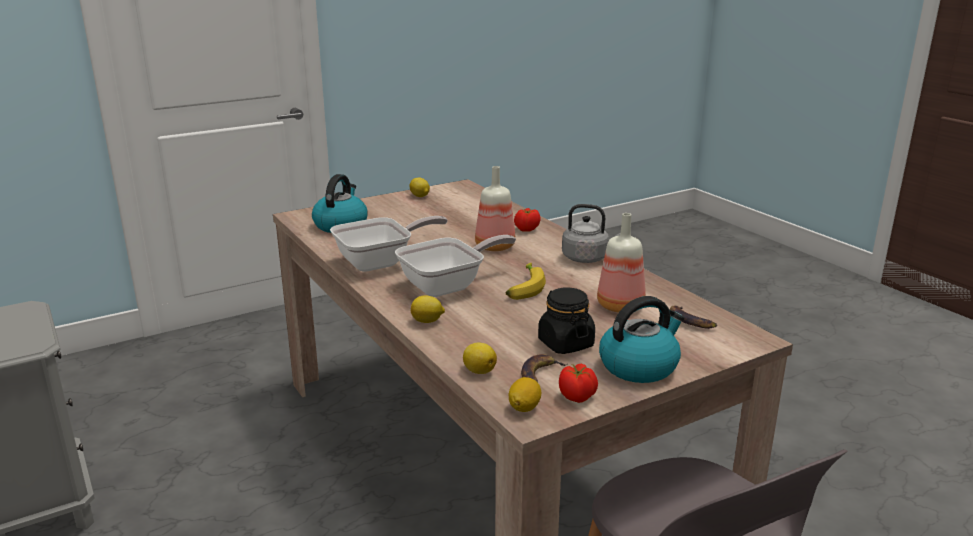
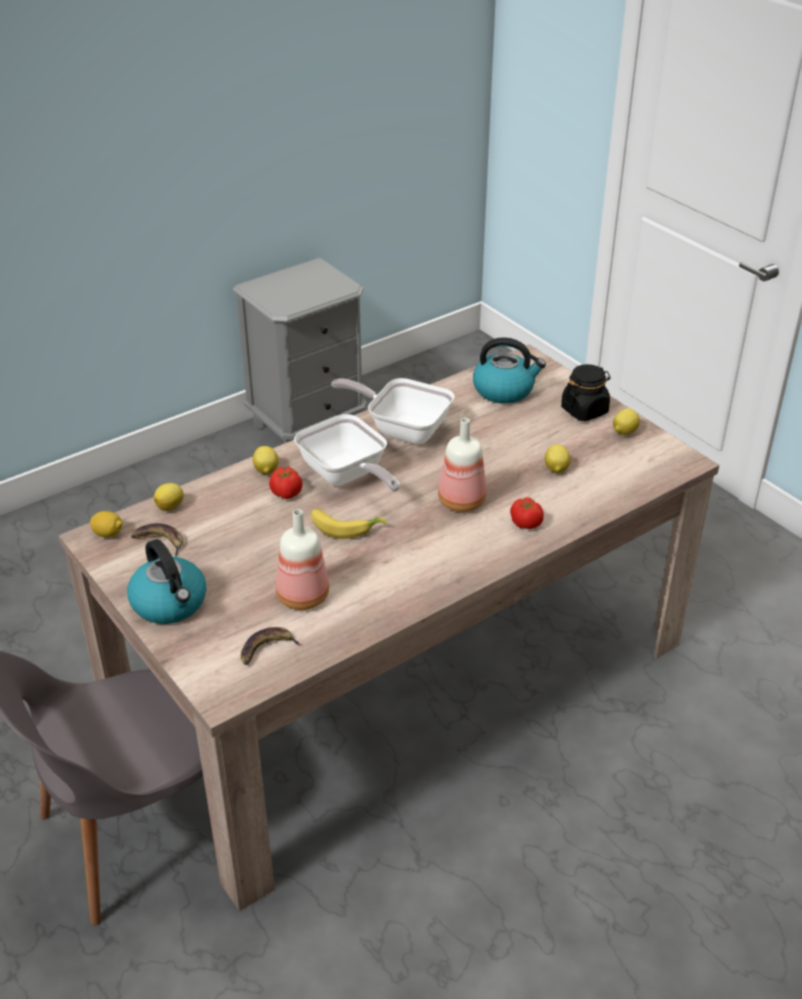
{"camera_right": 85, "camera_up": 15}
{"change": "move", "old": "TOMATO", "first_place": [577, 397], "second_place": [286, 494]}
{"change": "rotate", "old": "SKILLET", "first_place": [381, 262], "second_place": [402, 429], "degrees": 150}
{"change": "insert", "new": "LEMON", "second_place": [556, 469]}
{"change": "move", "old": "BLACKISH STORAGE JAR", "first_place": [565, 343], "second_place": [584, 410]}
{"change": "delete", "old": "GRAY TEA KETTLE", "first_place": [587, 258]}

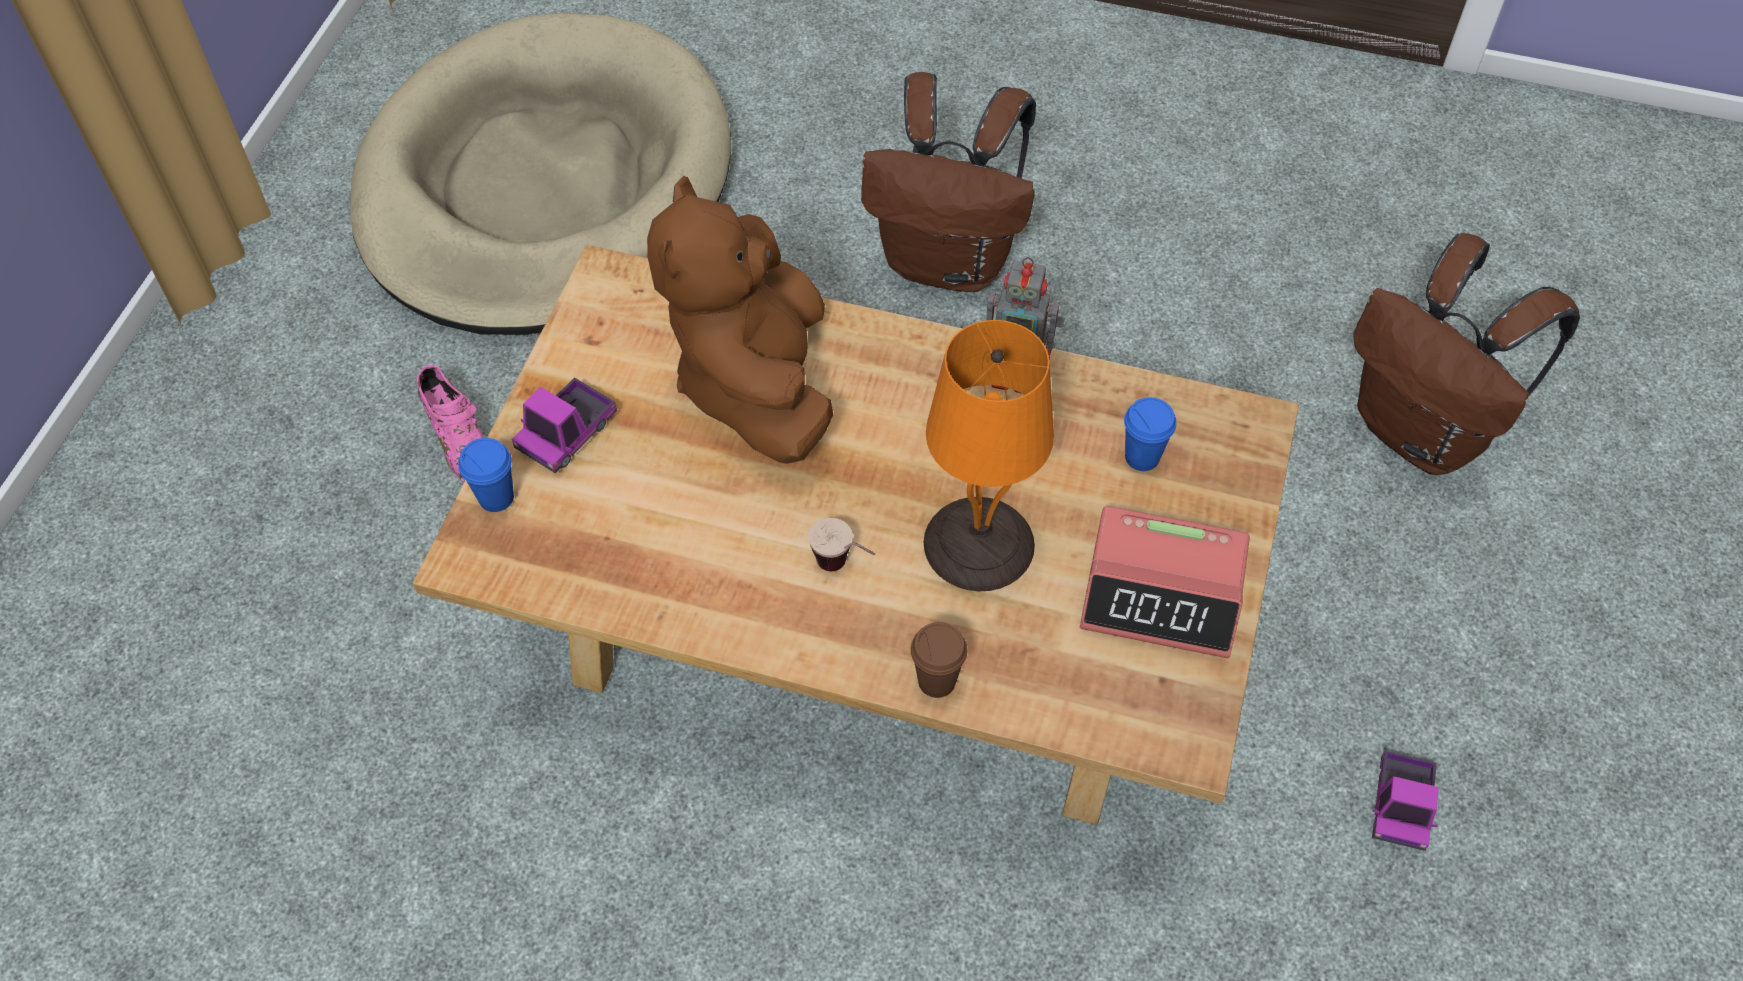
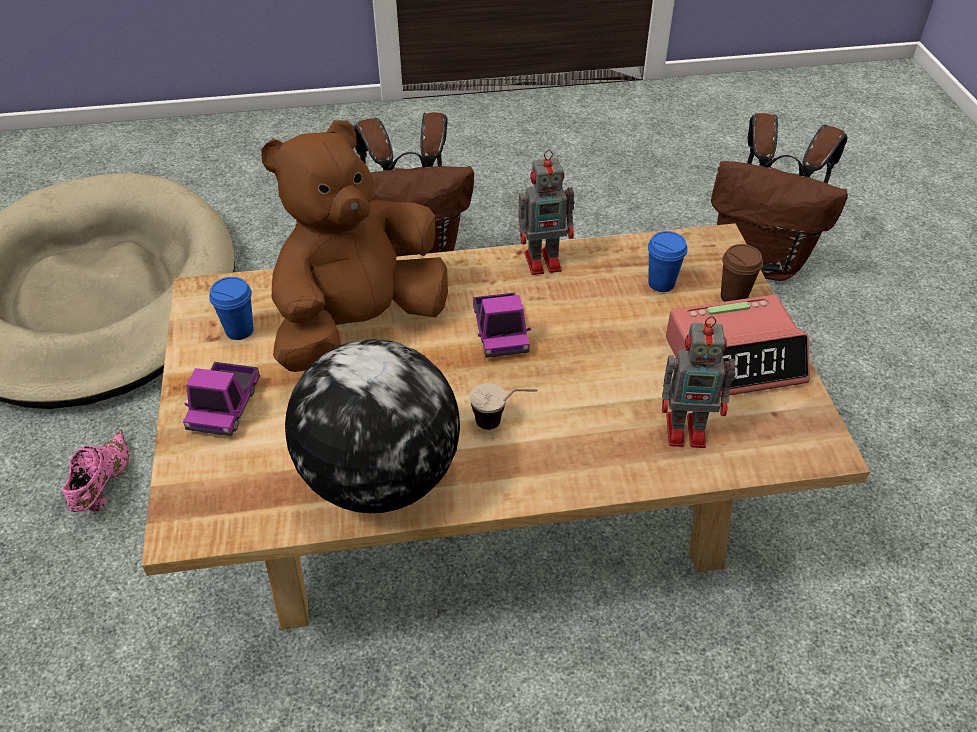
{"camera_right": -25, "camera_up": -10}
{"change": "rotate", "old": "PINKISH LOW SHOE", "first_place": [460, 442], "second_place": [102, 486], "degrees": -120}
{"change": "move", "old": "BLUISH SMALL CUP", "first_place": [496, 497], "second_place": [239, 330]}
{"change": "rotate", "old": "BROWN CUDDLY TOY", "first_place": [756, 383], "second_place": [359, 325], "degrees": 75}
{"change": "insert", "new": "GLOBE", "second_place": [379, 478]}
{"change": "move", "old": "TOY TRUCK", "first_place": [1400, 806], "second_place": [500, 333]}
{"change": "insert", "new": "ROBOT FIGURE", "second_place": [688, 430]}
{"change": "move", "old": "BROWN SMALL CUP", "first_place": [936, 681], "second_place": [733, 297]}
{"change": "delete", "old": "ORANGE TABLE LAMP", "first_place": [978, 545]}

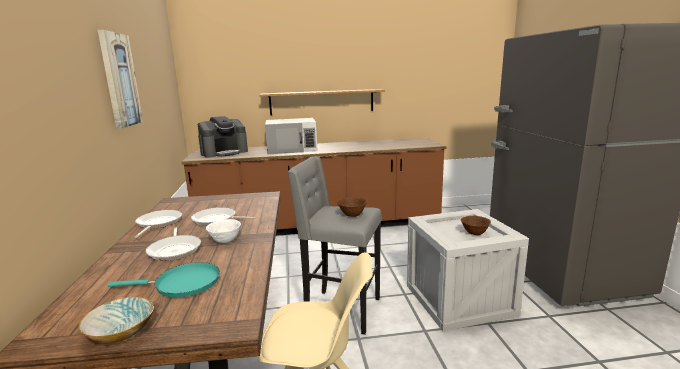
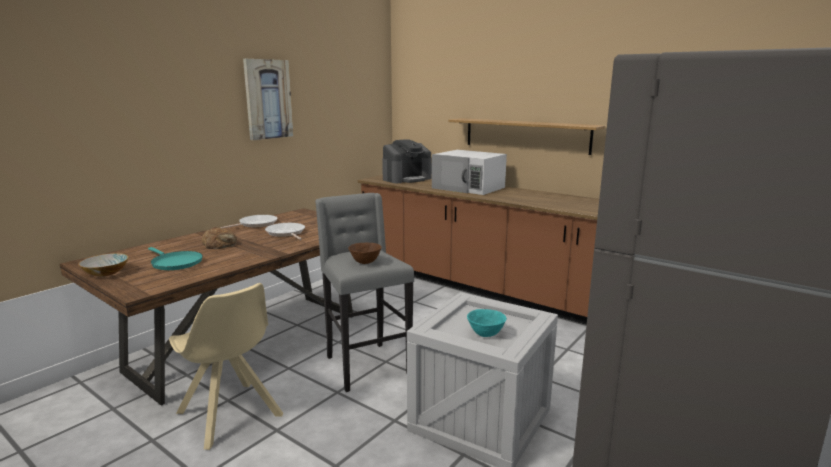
{"camera_right": 45, "camera_up": 0}
{"change": "replace", "old": "SKILLET", "new": "BREAD", "first_place": [175, 250], "second_place": [220, 243]}
{"change": "rotate", "old": "COFFEE BREWER", "first_place": [224, 152], "second_place": [407, 179], "degrees": -45}
{"change": "recolor", "old": "BROWN BOWL", "new": "TURQUOISE BOWL", "first_place": [474, 233], "second_place": [485, 334]}
{"change": "delete", "old": "WHITISH BOWL", "first_place": [225, 241]}

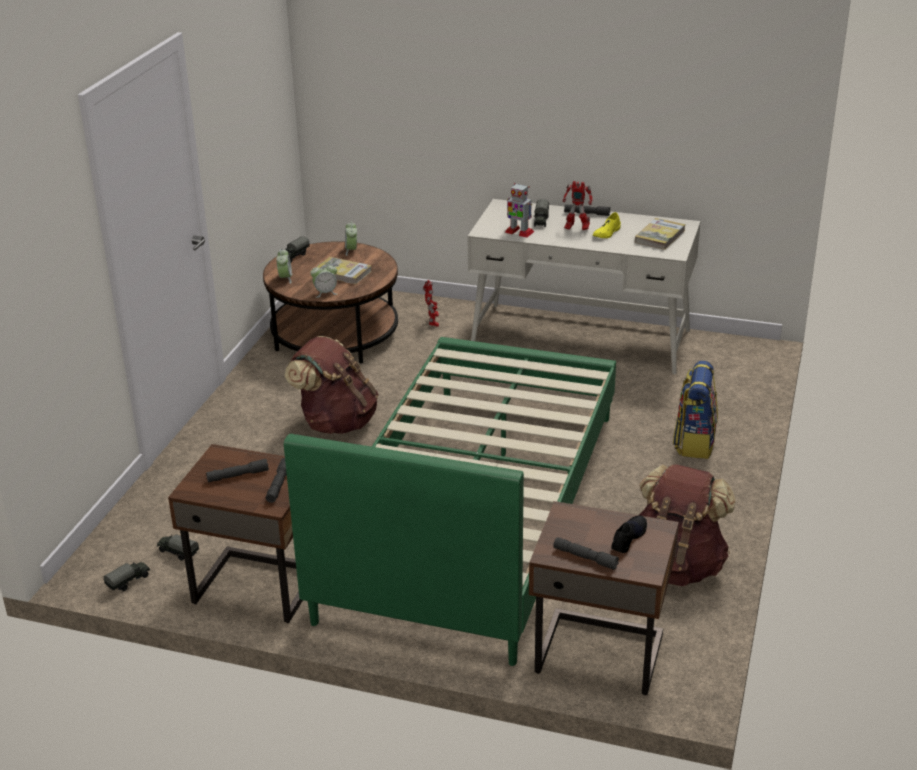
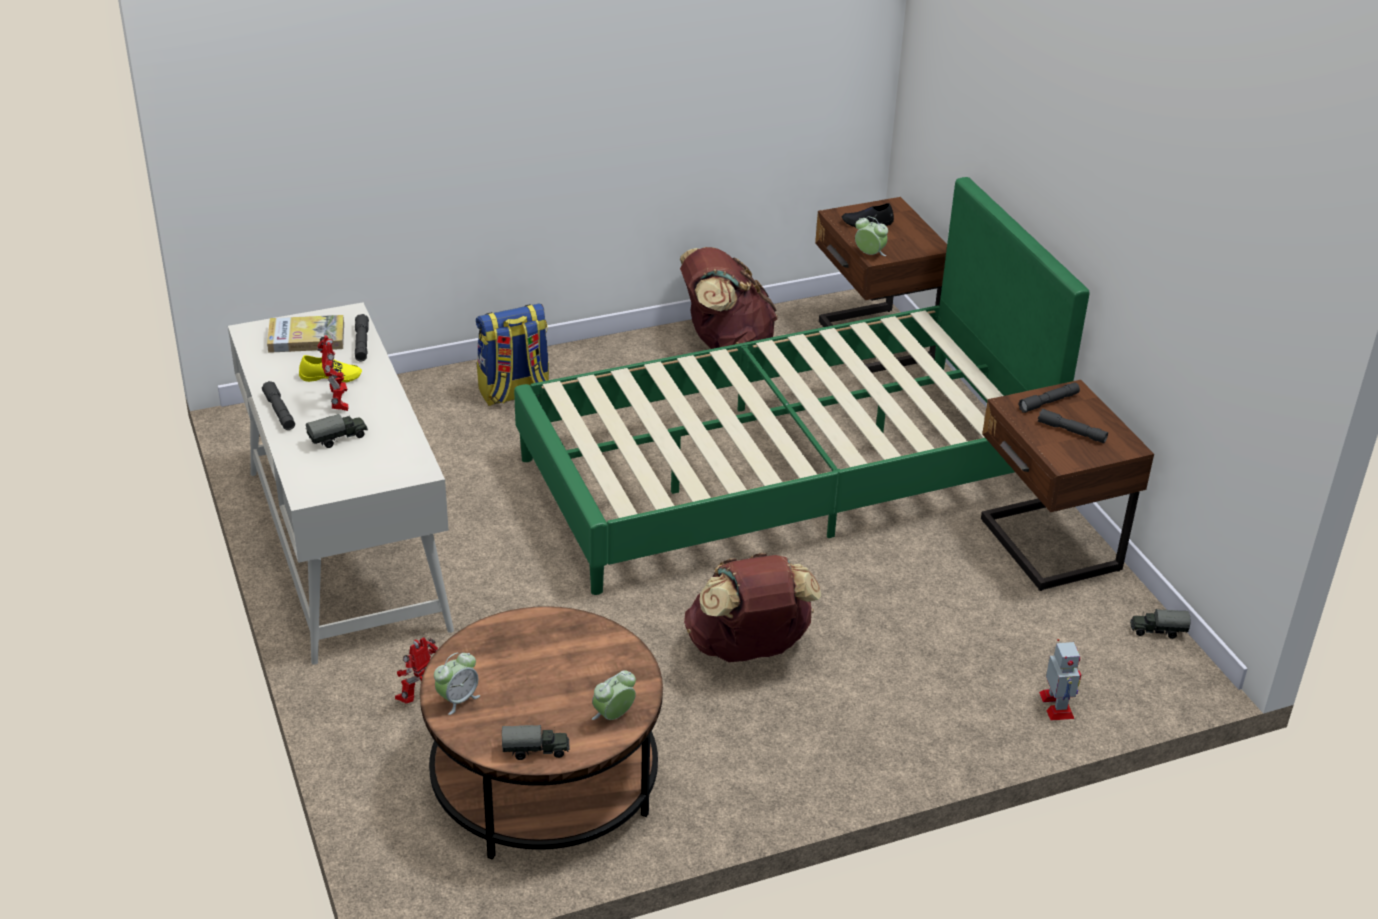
{"camera_right": -130, "camera_up": 5}
{"change": "move", "old": "GRAY HAND TORCH", "first_place": [585, 558], "second_place": [362, 343]}
{"change": "move", "old": "BEDSIDE CLOCK", "first_place": [325, 293], "second_place": [869, 254]}
{"change": "move", "old": "ROBOT FIGURE", "first_place": [519, 232], "second_place": [1057, 705]}
{"change": "delete", "old": "TOY TRUCK", "first_place": [178, 553]}
{"change": "delete", "old": "BOOK", "first_place": [343, 273]}

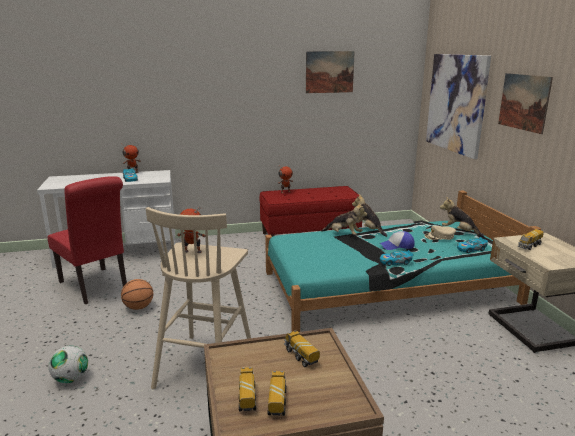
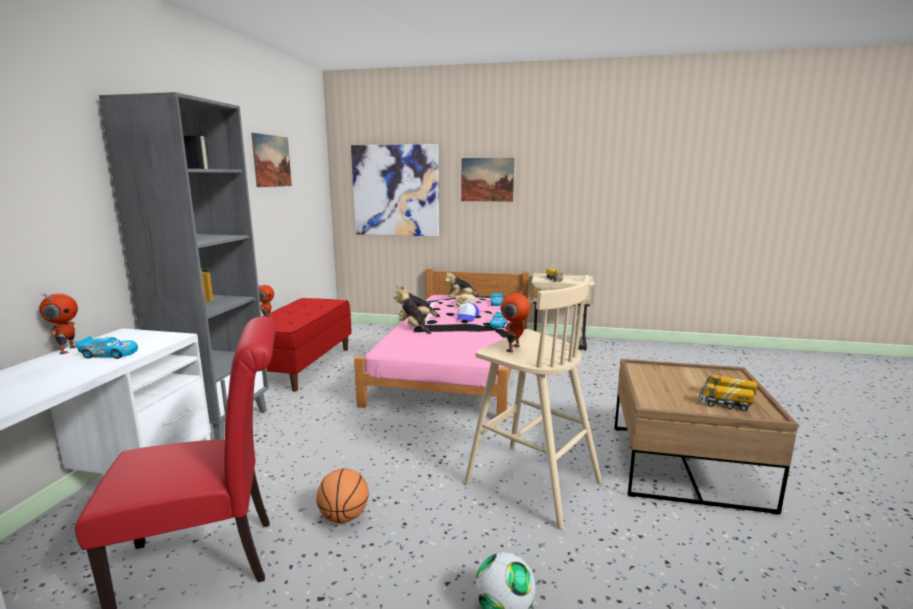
{"camera_right": -65, "camera_up": -5}
{"change": "insert", "new": "GRAY BOOKSHELF", "second_place": [217, 424]}
{"change": "recolor", "old": "TURQUOISE BEDROOM BED", "new": "PINKISH BEDROOM BED", "first_place": [388, 287], "second_place": [457, 363]}
{"change": "rotate", "old": "CUDDLY TOY", "first_place": [344, 234], "second_place": [414, 328], "degrees": -90}
{"change": "delete", "old": "TOY TRUCK", "first_place": [301, 356]}

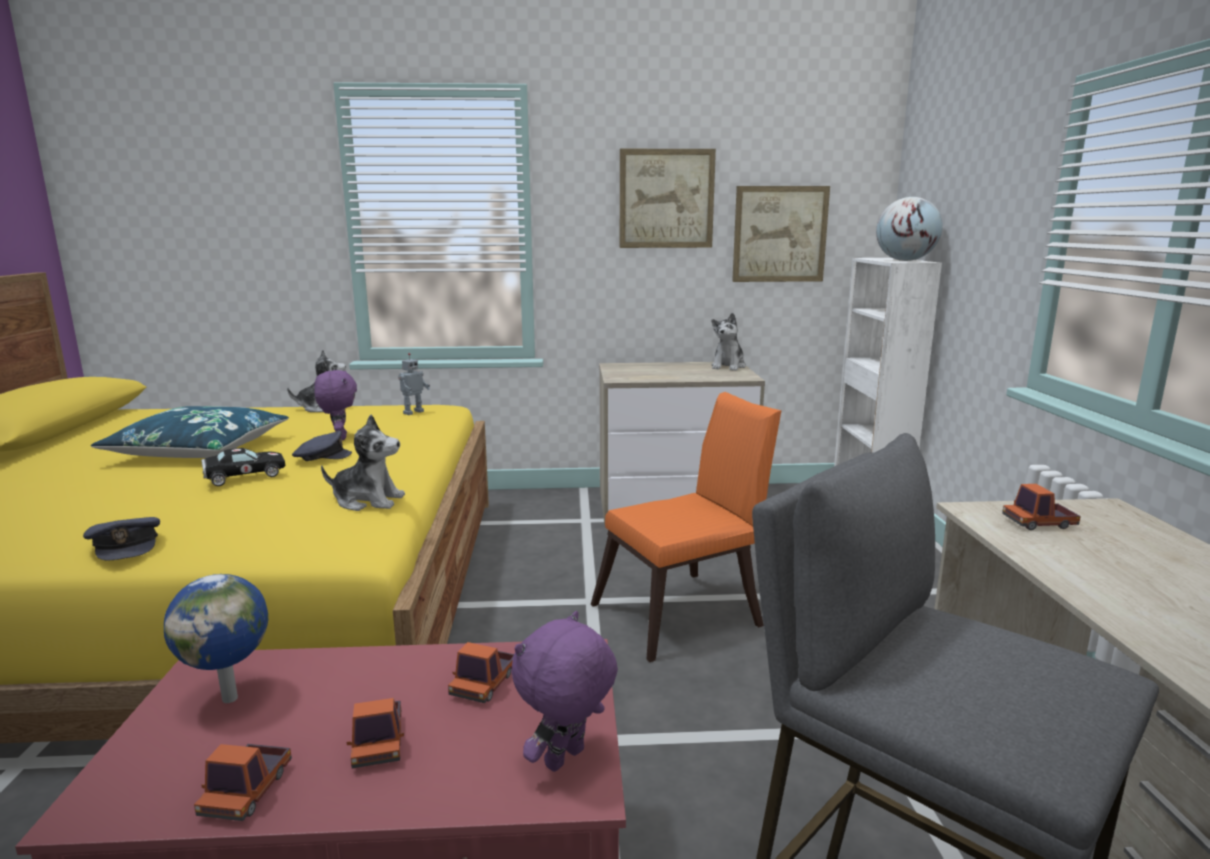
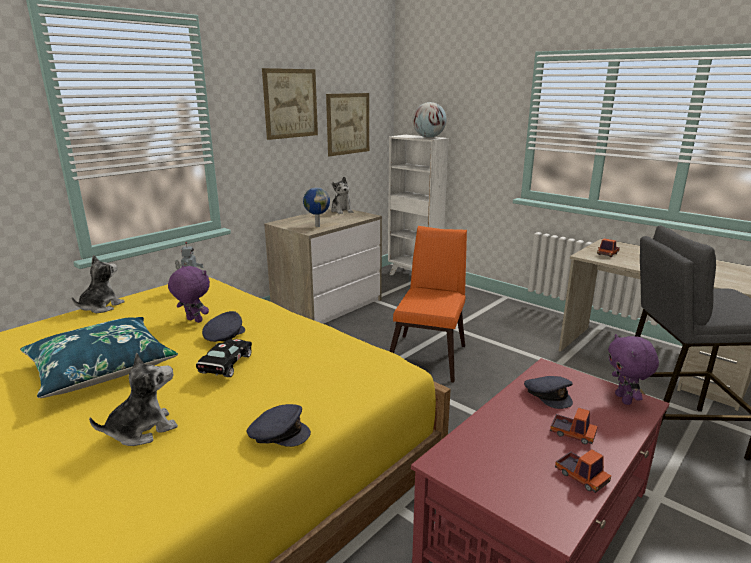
{"camera_right": -45, "camera_up": 5}
{"change": "move", "old": "CUDDLY TOY", "first_place": [368, 501], "second_place": [142, 430]}
{"change": "move", "old": "GLOBE", "first_place": [231, 697], "second_place": [317, 226]}
{"change": "replace", "old": "TOY TRUCK", "new": "GRAY CAP", "first_place": [484, 683], "second_place": [548, 395]}

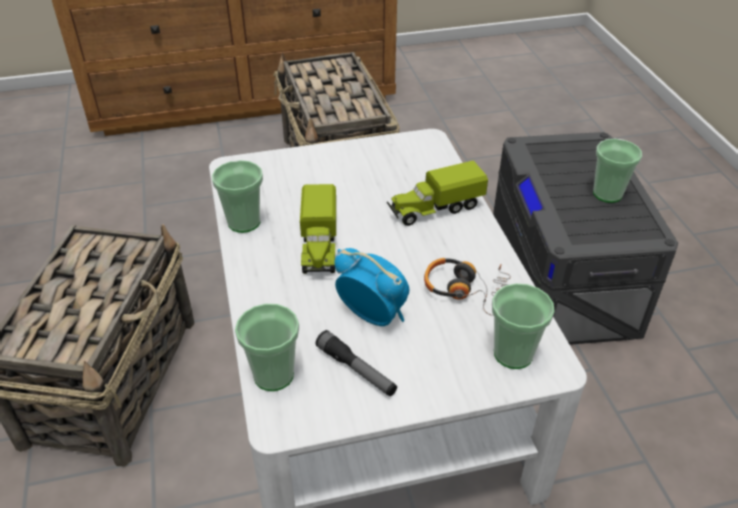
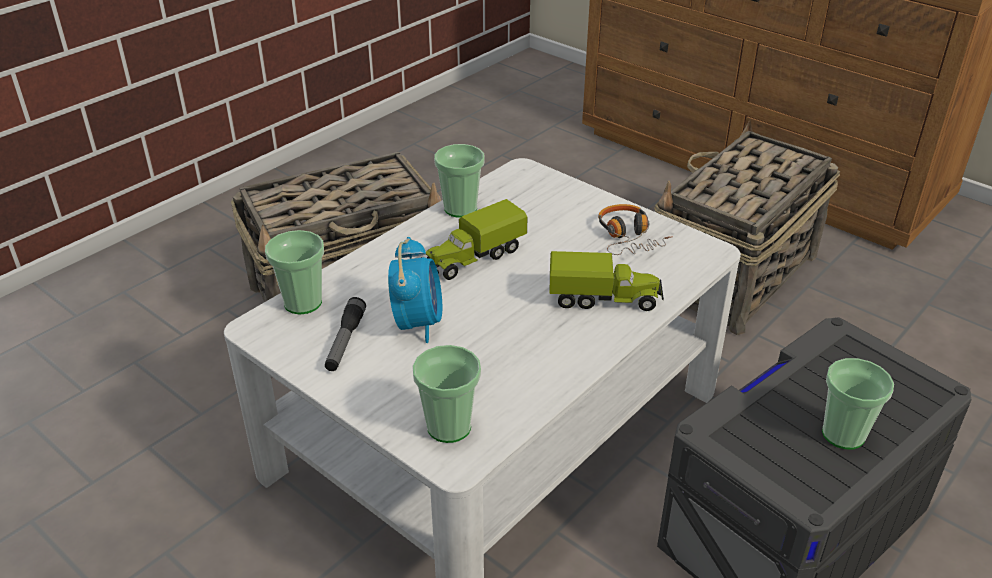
{"camera_right": 55, "camera_up": -5}
{"change": "rotate", "old": "TOY TRUCK", "first_place": [435, 209], "second_place": [604, 299], "degrees": 150}
{"change": "move", "old": "HEADSET", "first_place": [466, 290], "second_place": [628, 238]}

